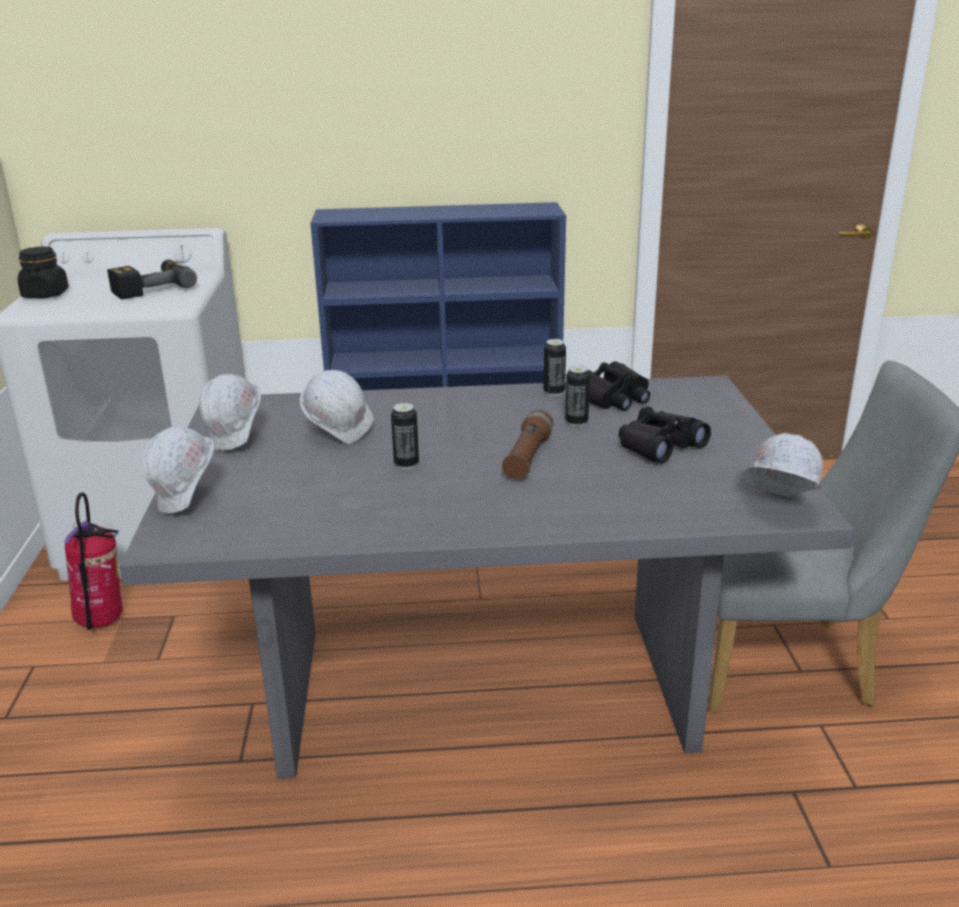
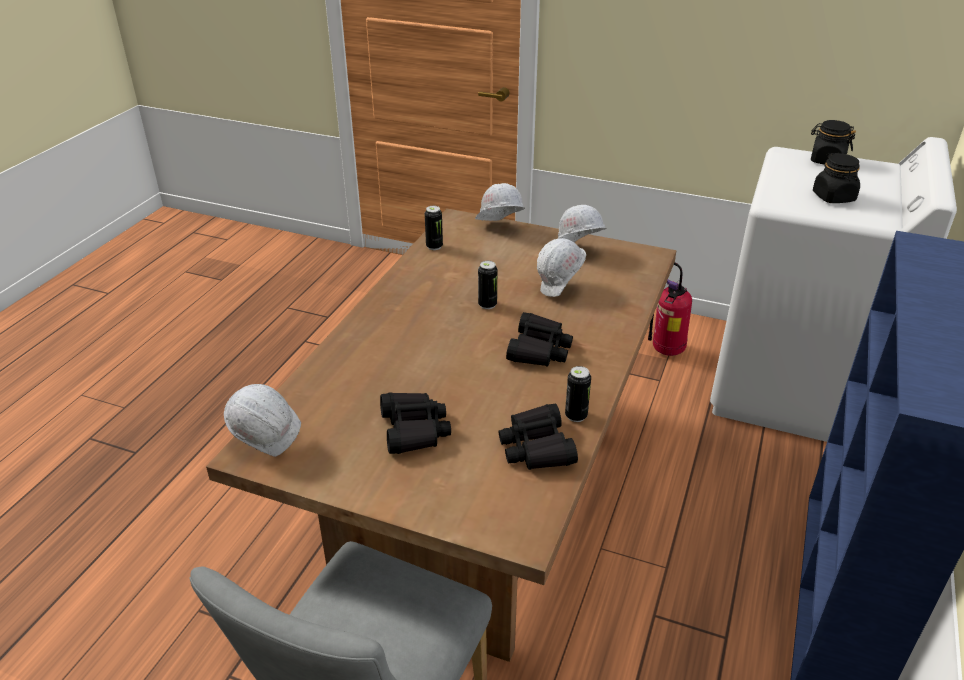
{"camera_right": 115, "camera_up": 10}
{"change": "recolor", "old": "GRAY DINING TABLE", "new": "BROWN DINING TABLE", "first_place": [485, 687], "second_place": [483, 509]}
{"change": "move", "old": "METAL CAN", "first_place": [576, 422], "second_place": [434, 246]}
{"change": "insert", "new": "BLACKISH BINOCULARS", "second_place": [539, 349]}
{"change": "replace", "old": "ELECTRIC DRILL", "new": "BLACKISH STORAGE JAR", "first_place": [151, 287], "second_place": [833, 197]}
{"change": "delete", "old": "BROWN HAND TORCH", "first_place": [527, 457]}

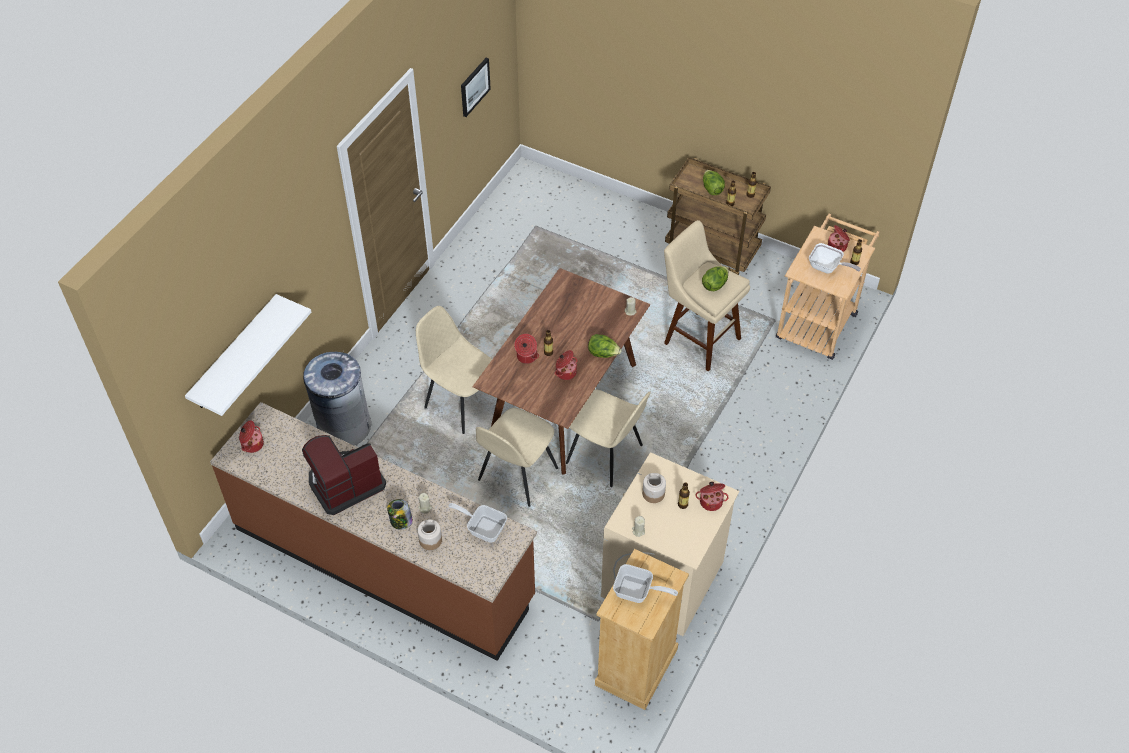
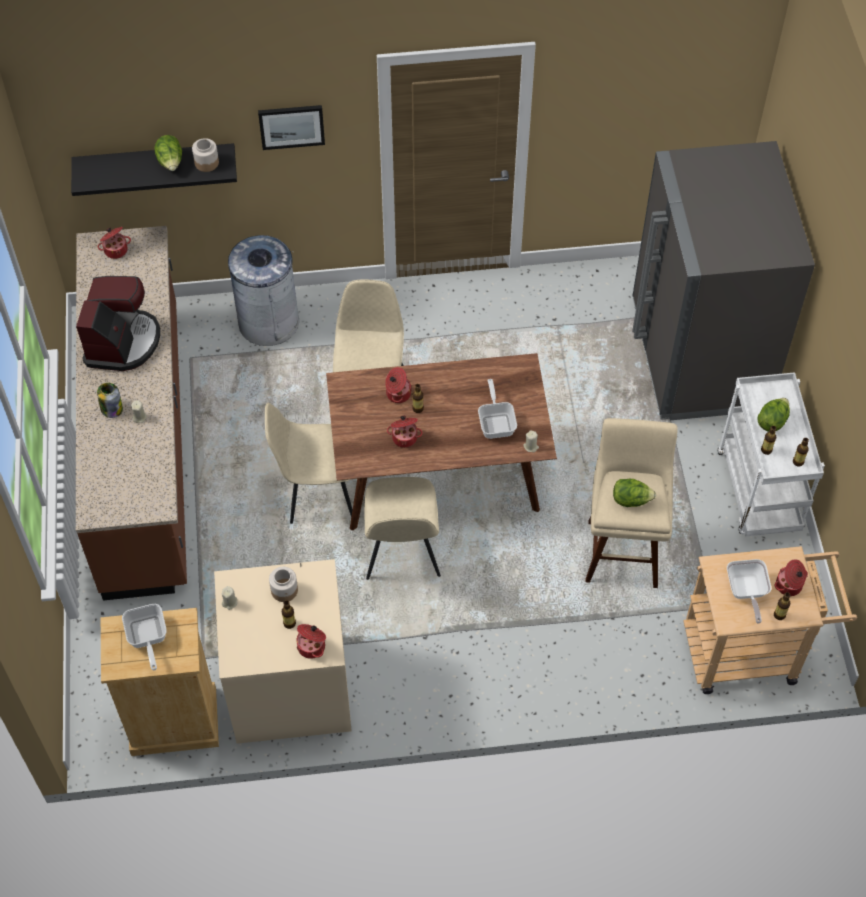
{"camera_right": 55, "camera_up": 5}
{"change": "recolor", "old": "WHITISH WALL SHELF", "new": "BLACKISH WALL SHELF", "first_place": [235, 354], "second_place": [155, 163]}
{"change": "rotate", "old": "COFFEE BREWER", "first_place": [345, 484], "second_place": [122, 342], "degrees": 75}
{"change": "move", "old": "HEAD OF LETTUCE", "first_place": [603, 353], "second_place": [171, 162]}
{"change": "move", "old": "STORAGE JAR", "first_place": [430, 540], "second_place": [206, 162]}
{"change": "move", "old": "PICTURE", "first_place": [474, 86], "second_place": [291, 126]}
{"change": "move", "old": "SKILLET", "first_place": [483, 527], "second_place": [496, 422]}
{"change": "insert", "new": "GRAY KITCHEN FRIDGE", "second_place": [698, 357]}
{"change": "recolor", "old": "BROWN WHEELED CART", "new": "WHITISH WHEELED CART", "first_place": [713, 251], "second_place": [759, 493]}

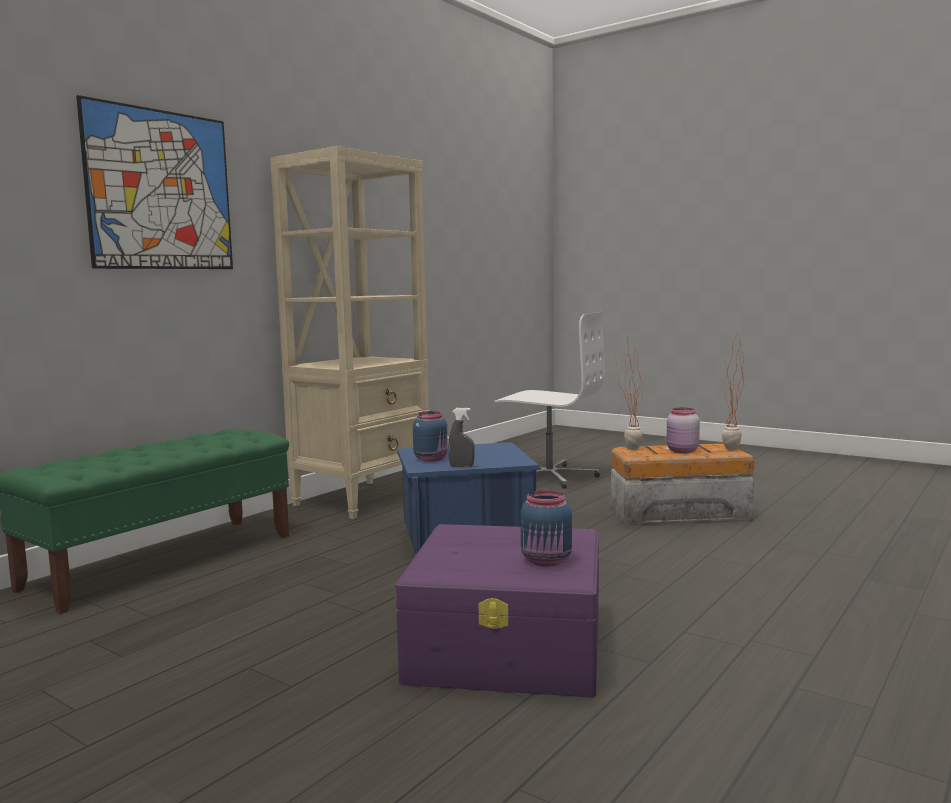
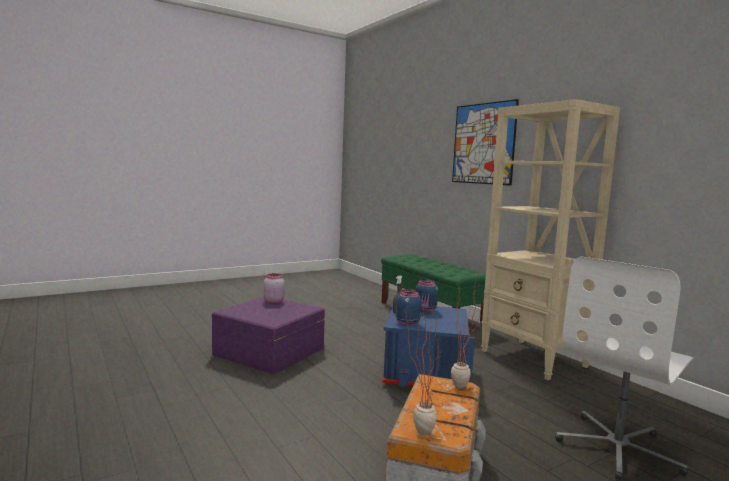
{"camera_right": 110, "camera_up": 0}
{"change": "move", "old": "PINKISH STORAGE JAR", "first_place": [682, 451], "second_place": [273, 301]}
{"change": "move", "old": "BLUISH STORAGE JAR", "first_place": [547, 561], "second_place": [406, 323]}

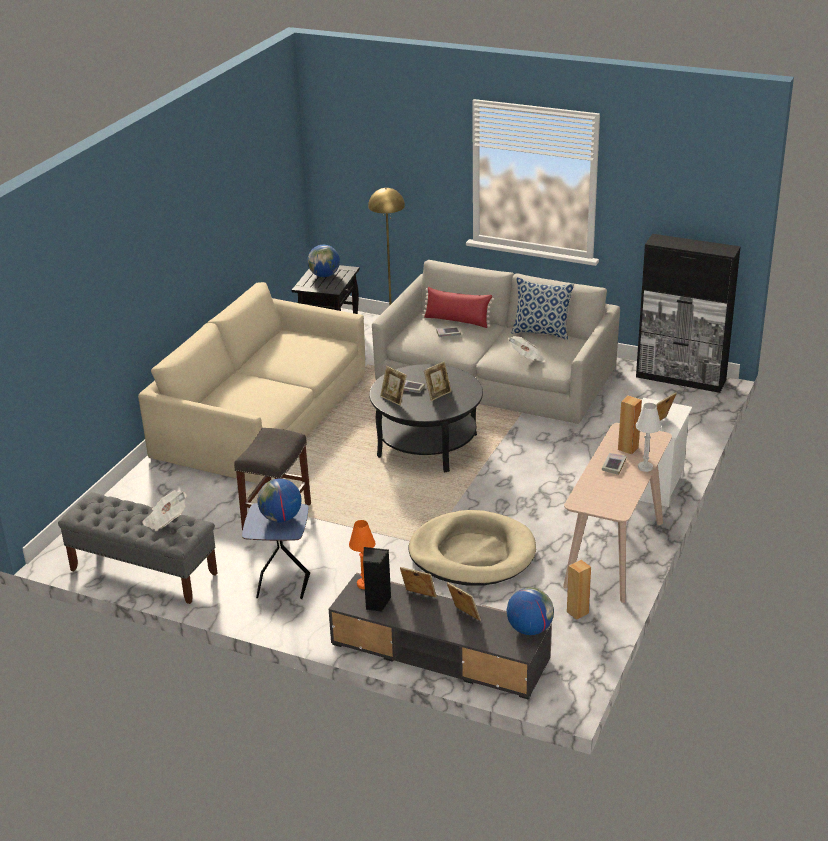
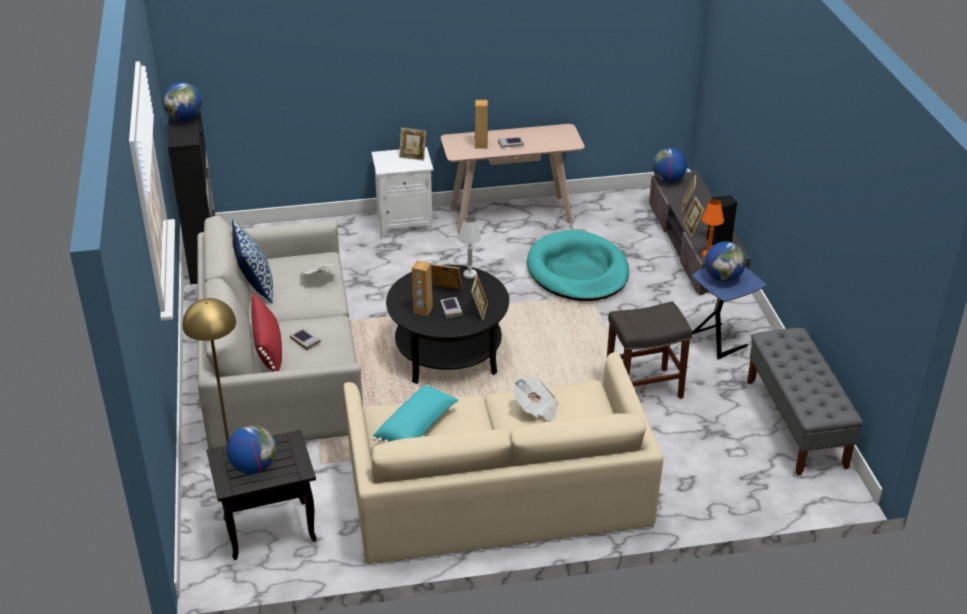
{"camera_right": -125, "camera_up": 5}
{"change": "insert", "new": "GLOBE", "second_place": [185, 119]}
{"change": "insert", "new": "TURQUOISE PILLOW", "second_place": [417, 428]}
{"change": "move", "old": "BROWN AUDIO SPEAKER", "first_place": [577, 612], "second_place": [423, 310]}
{"change": "move", "old": "WHITISH TABLE LAMP", "first_place": [645, 467], "second_place": [470, 275]}
{"change": "move", "old": "NEWSPAPER", "first_place": [166, 521], "second_place": [536, 409]}
{"change": "recolor", "old": "BEIGE DOG CUSHION", "new": "TURQUOISE DOG CUSHION", "first_place": [472, 553], "second_place": [578, 271]}

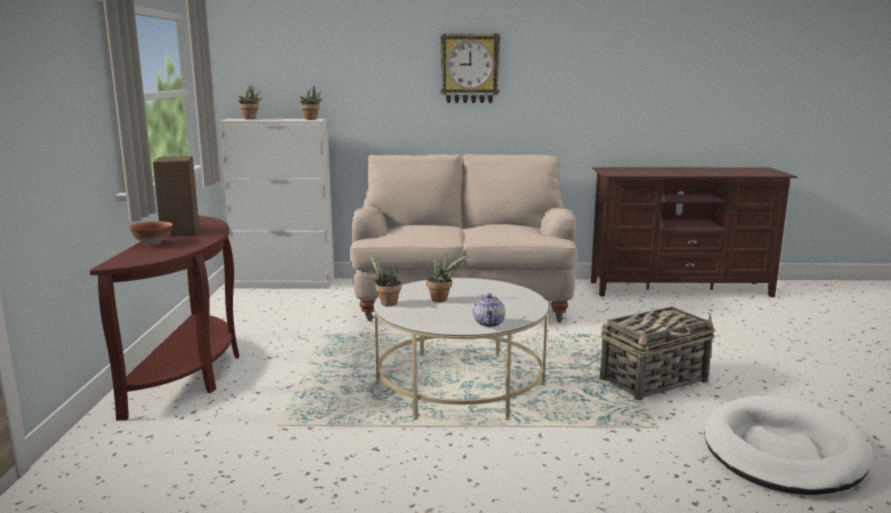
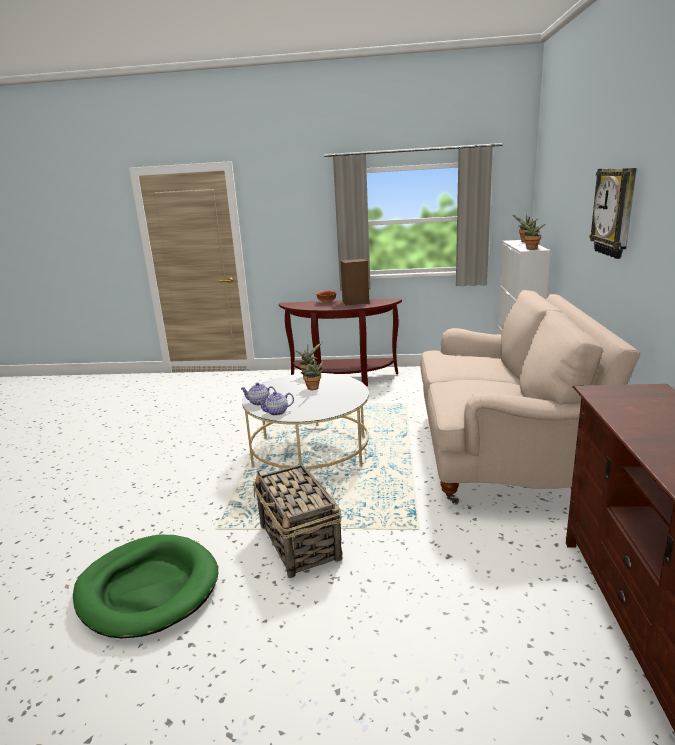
{"camera_right": 95, "camera_up": 5}
{"change": "recolor", "old": "WHITISH DOG CUSHION", "new": "GREENISH DOG CUSHION", "first_place": [782, 451], "second_place": [148, 588]}
{"change": "insert", "new": "TEA POT", "second_place": [276, 412]}

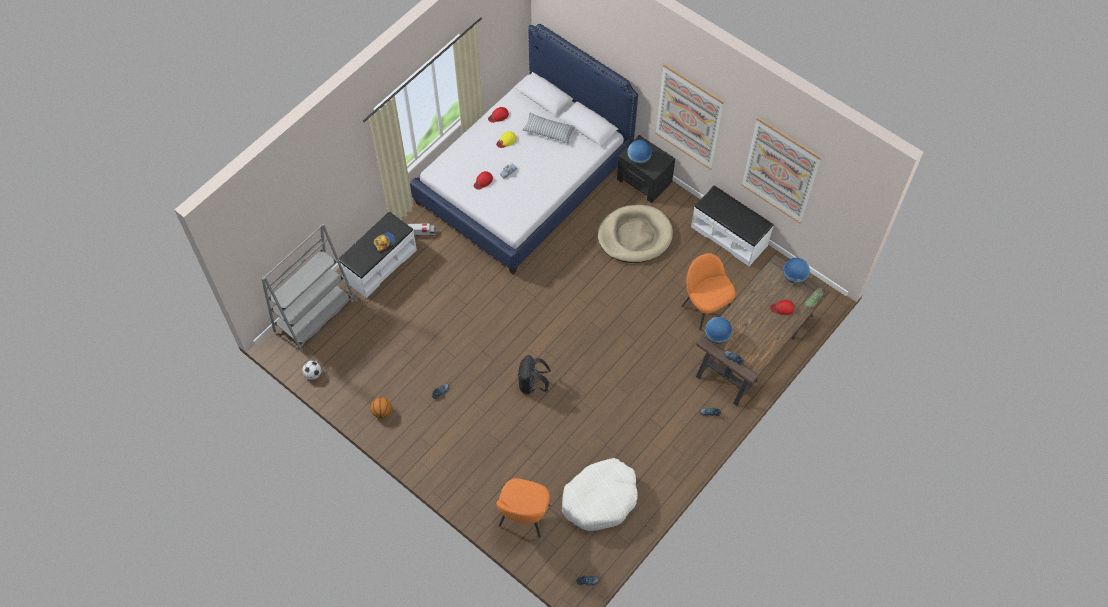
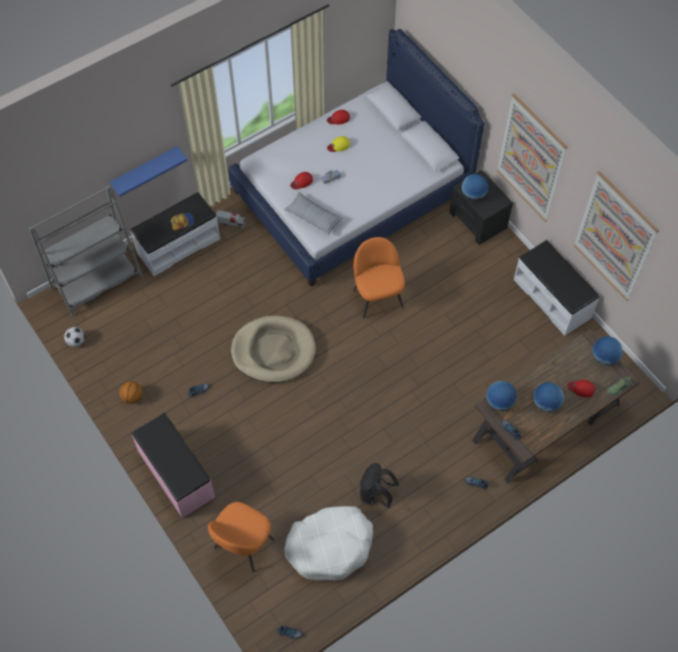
{"camera_right": 15, "camera_up": 0}
{"change": "insert", "new": "BLUISH WALL SHELF", "second_place": [145, 170]}
{"change": "insert", "new": "PINKISH LONG SEAT", "second_place": [175, 474]}
{"change": "move", "old": "BEIGE DOG CUSHION", "first_place": [634, 236], "second_place": [273, 351]}
{"change": "move", "old": "PILLOW", "first_place": [549, 131], "second_place": [314, 217]}
{"change": "move", "old": "ORANGE CHAIR", "first_place": [705, 307], "second_place": [377, 297]}
{"change": "move", "old": "BLACKISH BACKPACK", "first_place": [532, 384], "second_place": [376, 494]}
{"change": "insert", "new": "GLOBE", "second_place": [546, 404]}

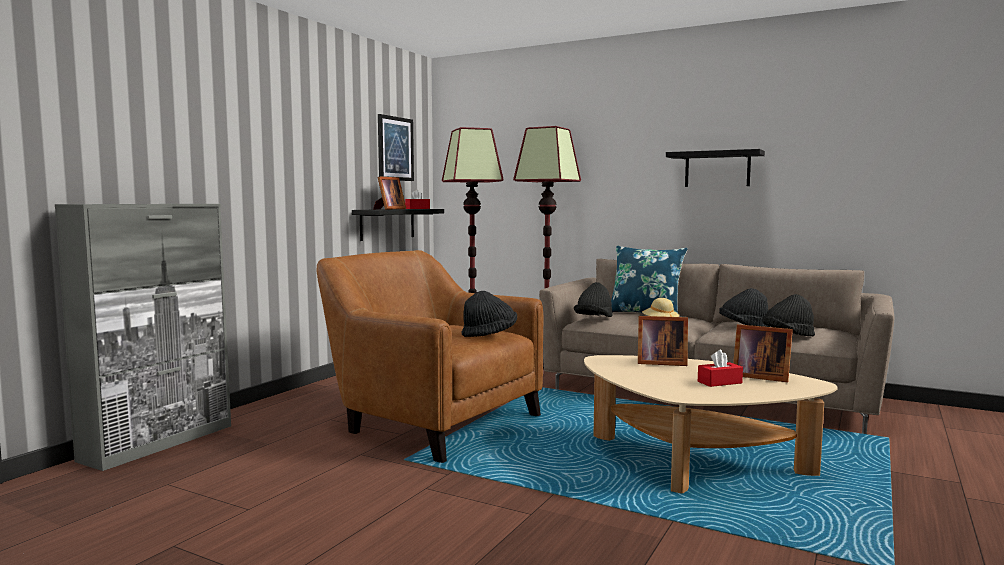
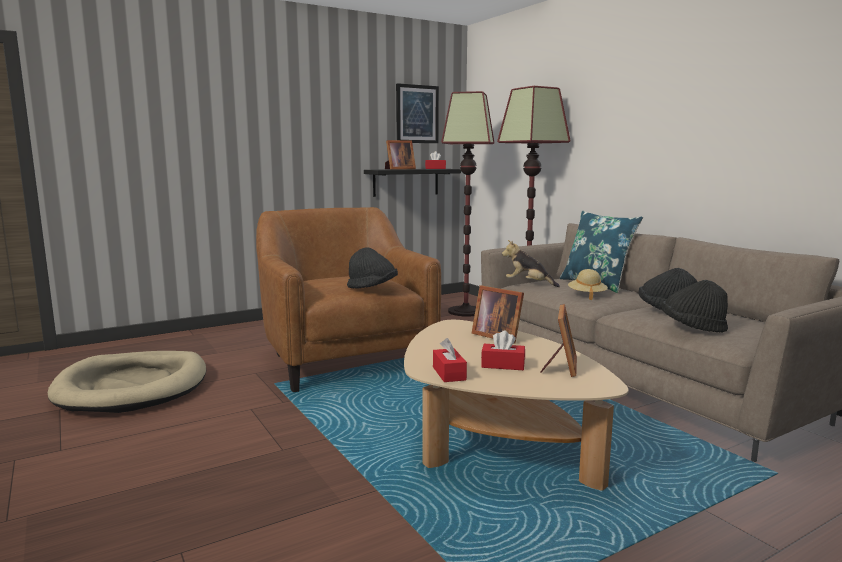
{"camera_right": 30, "camera_up": 5}
{"change": "insert", "new": "BEIGE DOG CUSHION", "second_place": [133, 387]}
{"change": "insert", "new": "RED TISSUE BOX", "second_place": [449, 373]}
{"change": "replace", "old": "BLACKISH CLOTHING HAT", "new": "CUDDLY TOY", "first_place": [593, 319], "second_place": [528, 284]}
{"change": "rotate", "old": "STANDING FRAME", "first_place": [759, 376], "second_place": [561, 367], "degrees": -135}
{"change": "delete", "old": "GRAY STORAGE CABINET", "first_place": [159, 442]}
{"change": "delete", "old": "BLACKISH WALL SHELF", "first_place": [717, 169]}

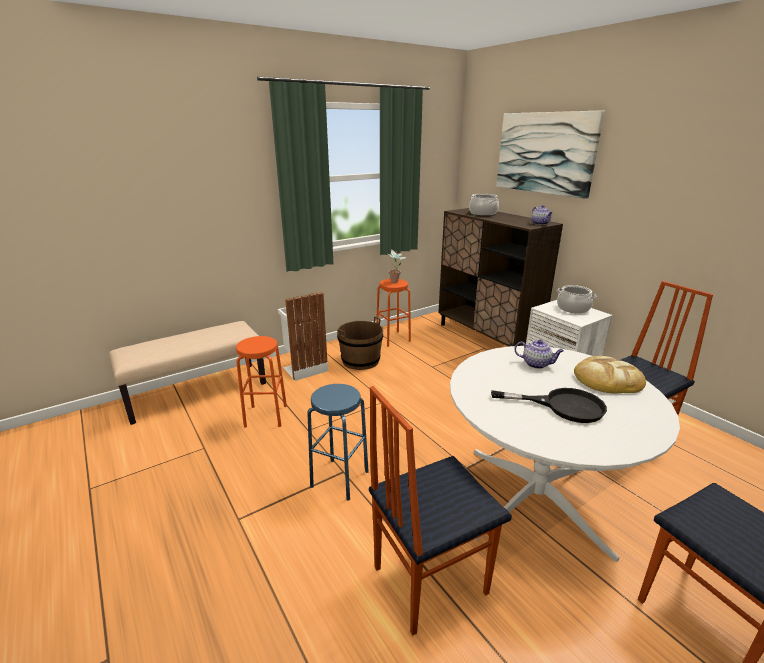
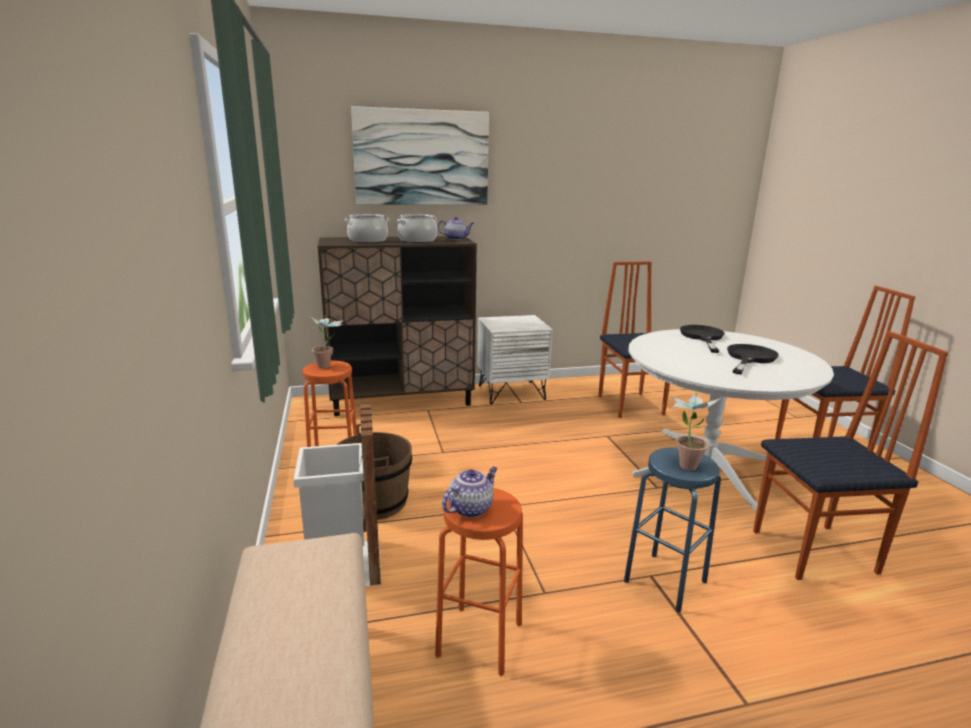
{"camera_right": -70, "camera_up": -5}
{"change": "move", "old": "SAUCEPOT", "first_place": [573, 308], "second_place": [417, 240]}
{"change": "move", "old": "TEA POT", "first_place": [537, 364], "second_place": [470, 508]}
{"change": "insert", "new": "HOUSEPLANT", "second_place": [685, 463]}
{"change": "replace", "old": "BREAD", "new": "BLACKISH SKILLET", "first_place": [607, 379], "second_place": [702, 337]}
{"change": "rotate", "old": "CHAIR", "first_place": [428, 579], "second_place": [816, 552], "degrees": -90}

